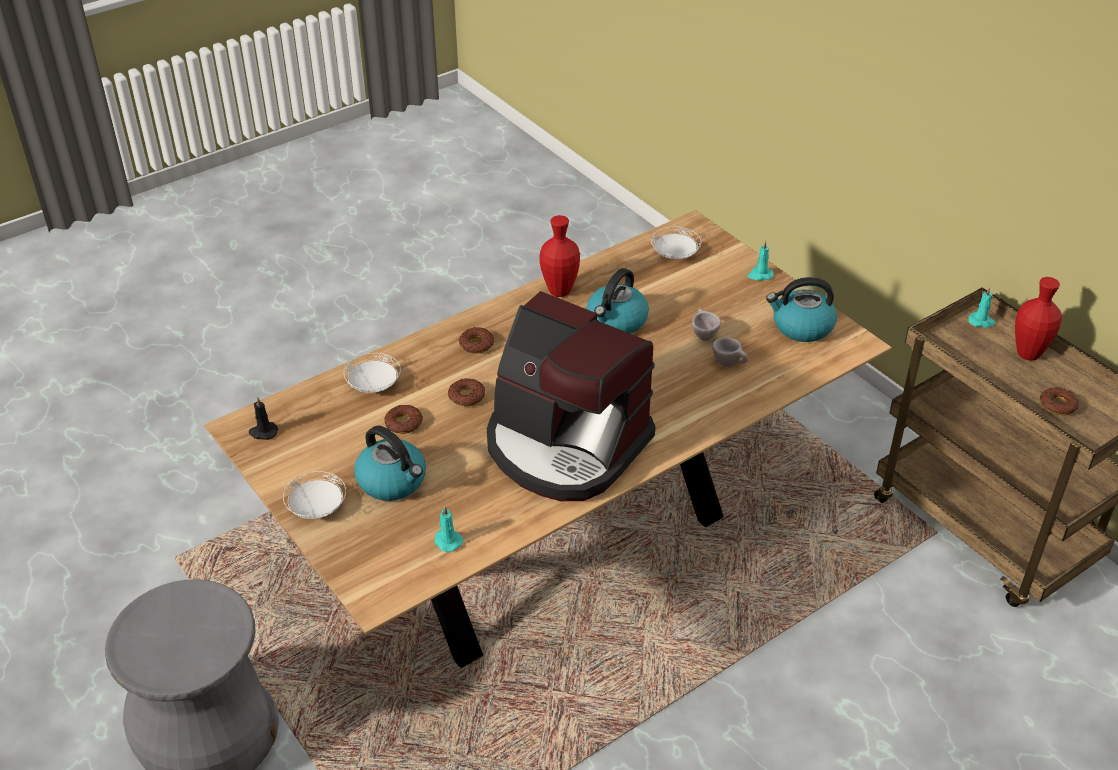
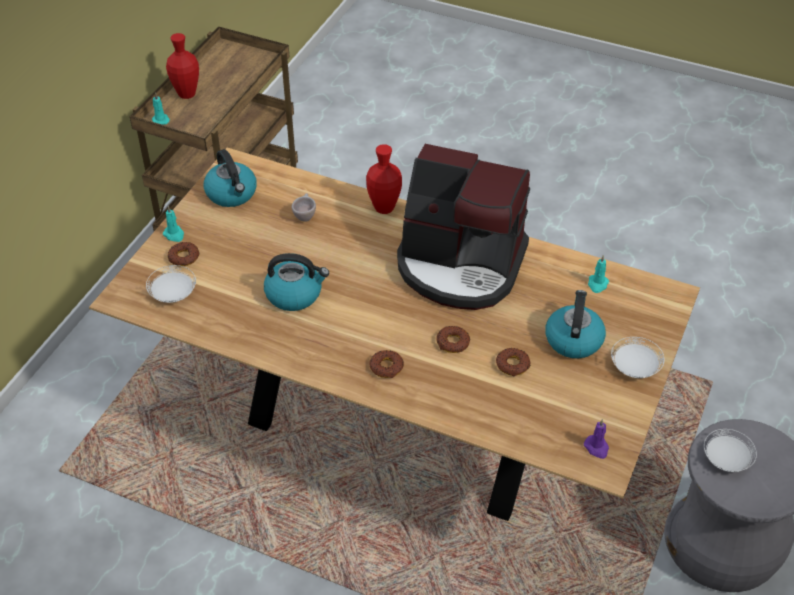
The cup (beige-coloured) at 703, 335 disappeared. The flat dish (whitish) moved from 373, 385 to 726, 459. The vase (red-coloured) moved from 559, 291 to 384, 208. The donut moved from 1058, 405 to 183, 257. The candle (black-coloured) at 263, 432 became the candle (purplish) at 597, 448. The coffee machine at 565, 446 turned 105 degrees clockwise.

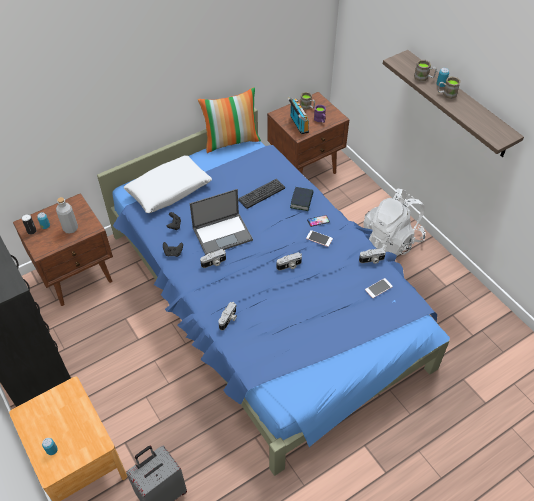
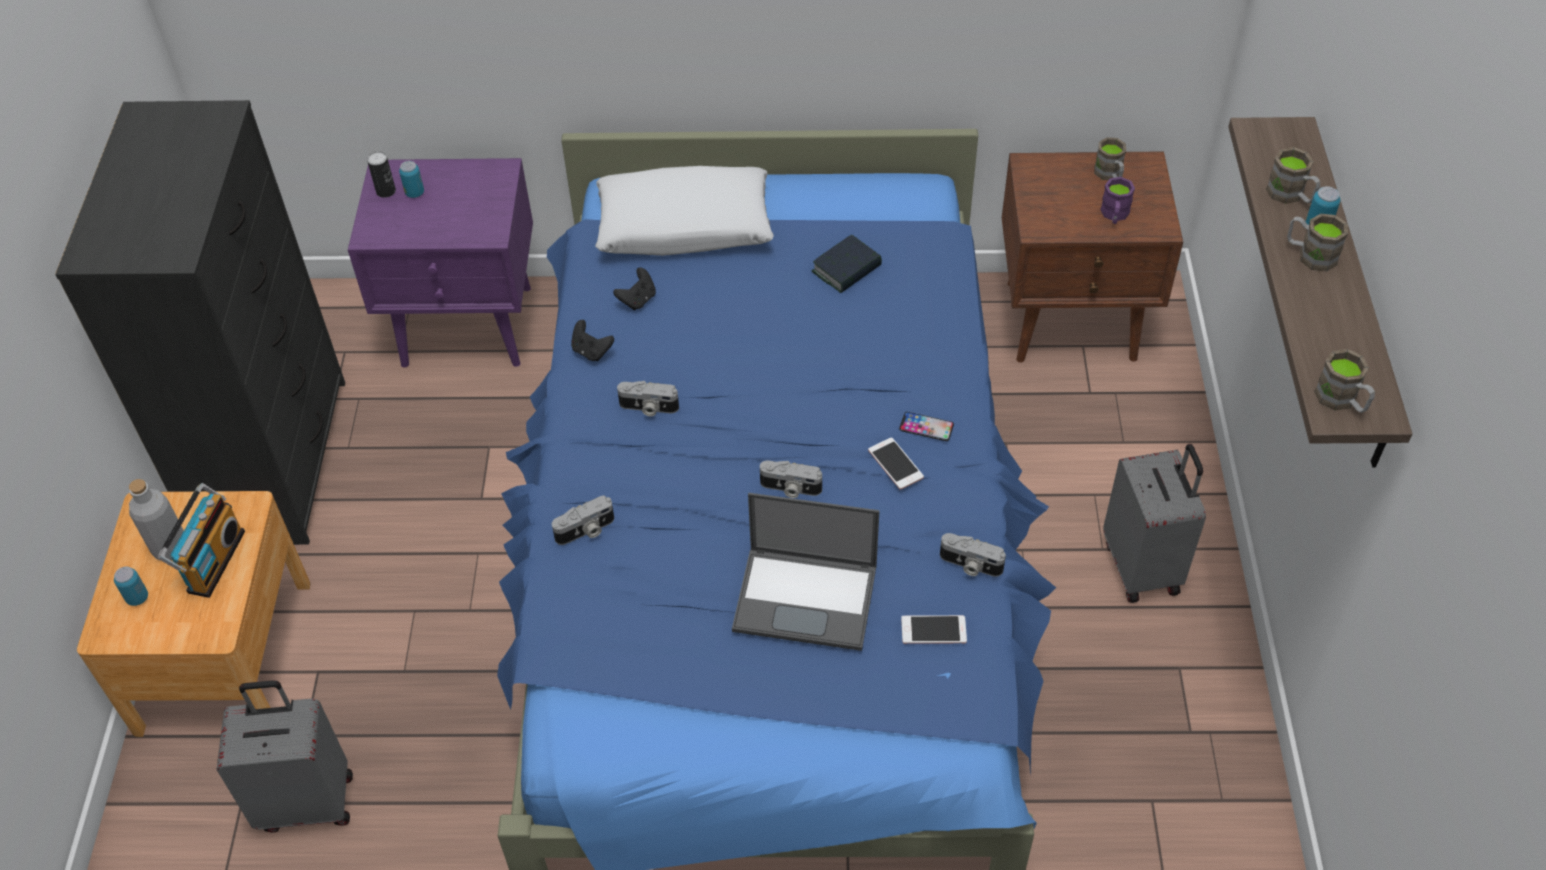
The pillow at 231, 141 disappeared. The computer keyboard at 261, 194 disappeared. The coffee mug (brown-coloured) at 1342, 401 appeared. The bottle (gray) moved from 70, 228 to 170, 548. The notebook computer moved from 223, 233 to 807, 598. The radio moved from 298, 124 to 212, 561. The bound book moved from 301, 201 to 846, 269. The rucksack (whitish) at 391, 240 was replaced by the travel case (gray) at 1143, 566. The nightstand (brown-coloured) at 78, 276 became the nightstand (purplish) at 469, 326.

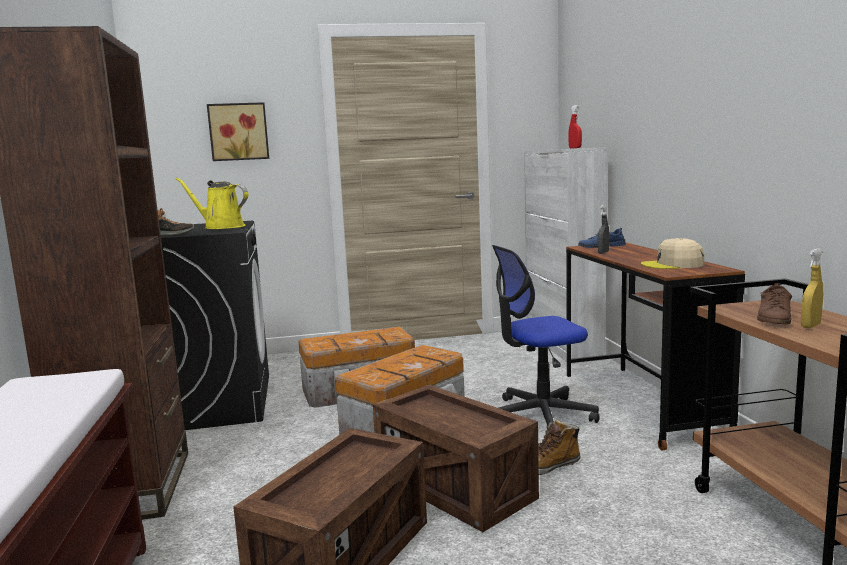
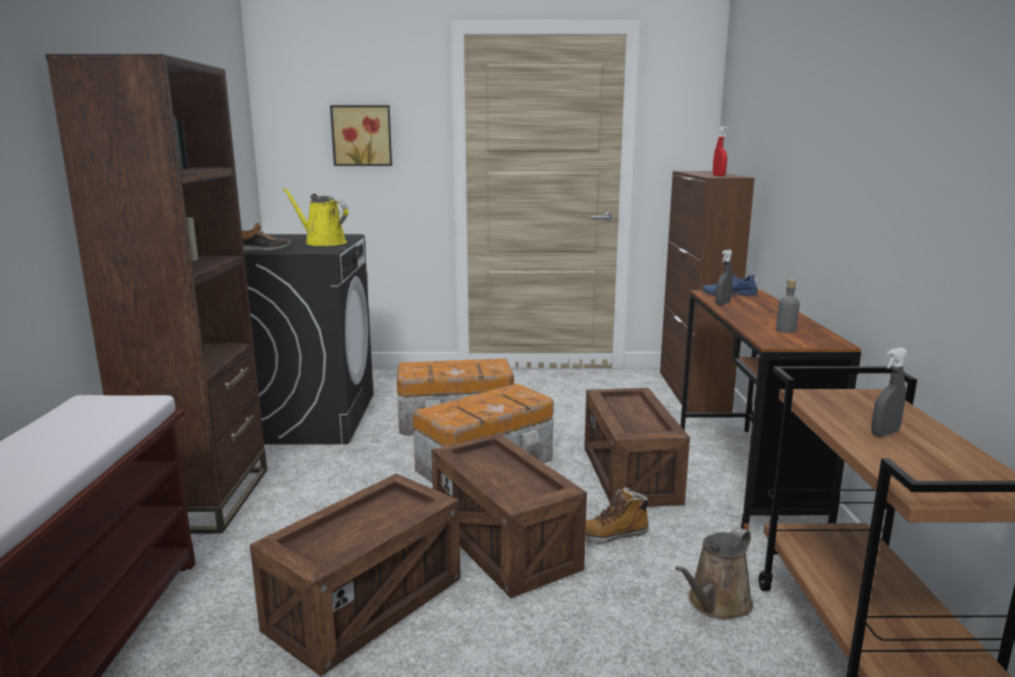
The shoe (brown-coloured) at 774, 318 disappeared. The sprinkling can (brown-coloured) at 716, 604 appeared. The office chair at 540, 416 was replaced by the packing crate at 629, 475. The peaked cap (beige-coloured) at 673, 265 was replaced by the bottle (gray) at 786, 330. The storage cabinet (whitish) at 562, 345 became the storage cabinet (brown-coloured) at 692, 392. The sprayer (yellowish) at 810, 326 became the sprayer (gray) at 884, 434.

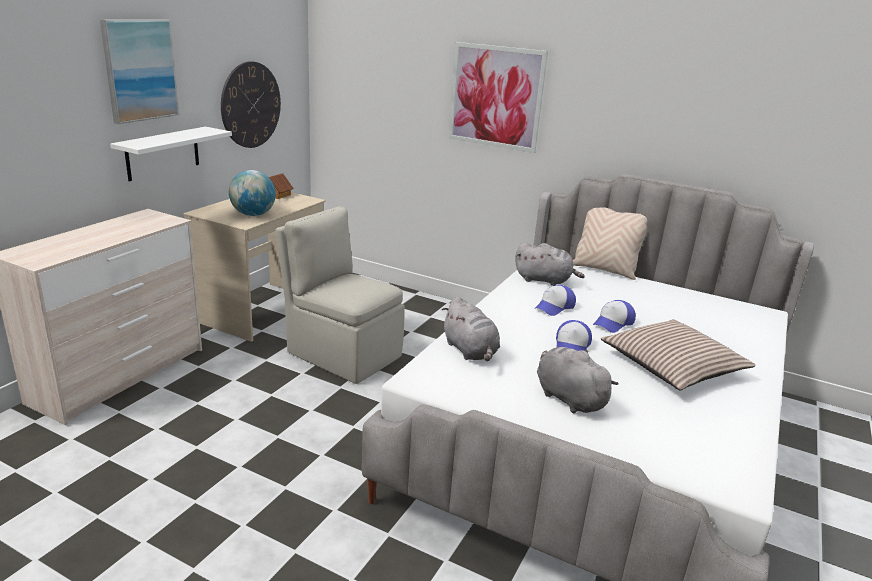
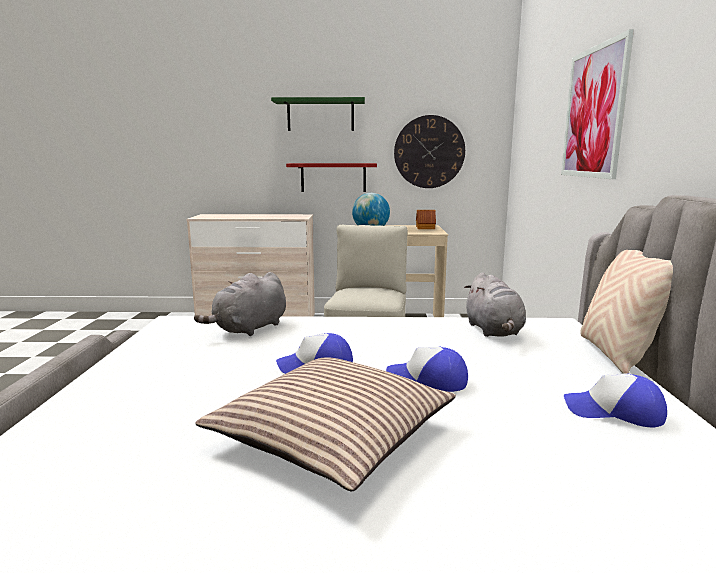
The soft toy (gray) at 567, 398 disappeared. The peaked cap moved from 554, 307 to 614, 412. The wall picture at 140, 70 was replaced by the shelf (green) at 320, 115. The shelf (whitish) at 163, 153 became the shelf (red-coloured) at 333, 177.

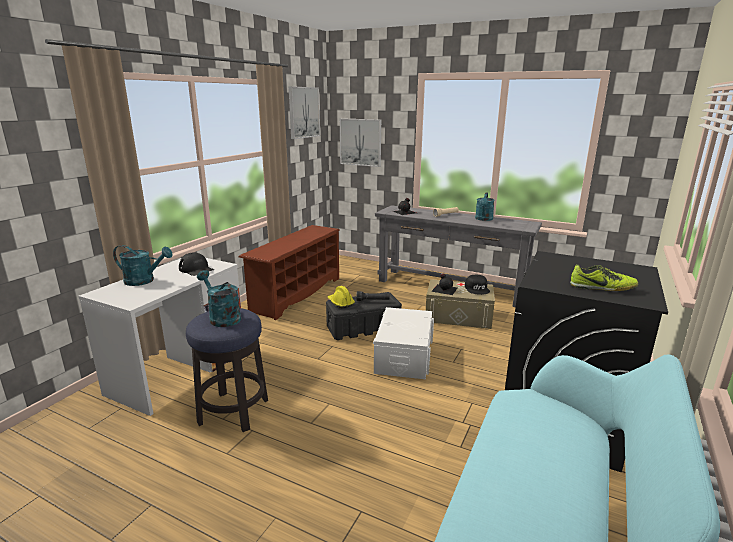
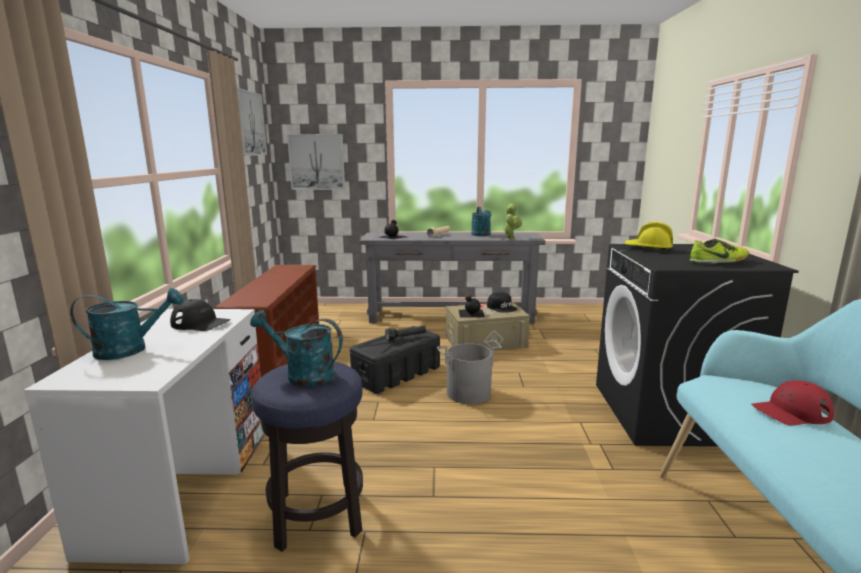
The plant in a pot at 511, 239 appeared. The peaked cap (red-coloured) at 791, 412 appeared. The hard hat (yellowish) moved from 340, 303 to 648, 249. The storage box (whitish) at 403, 355 was replaced by the bucket (gray) at 468, 392.

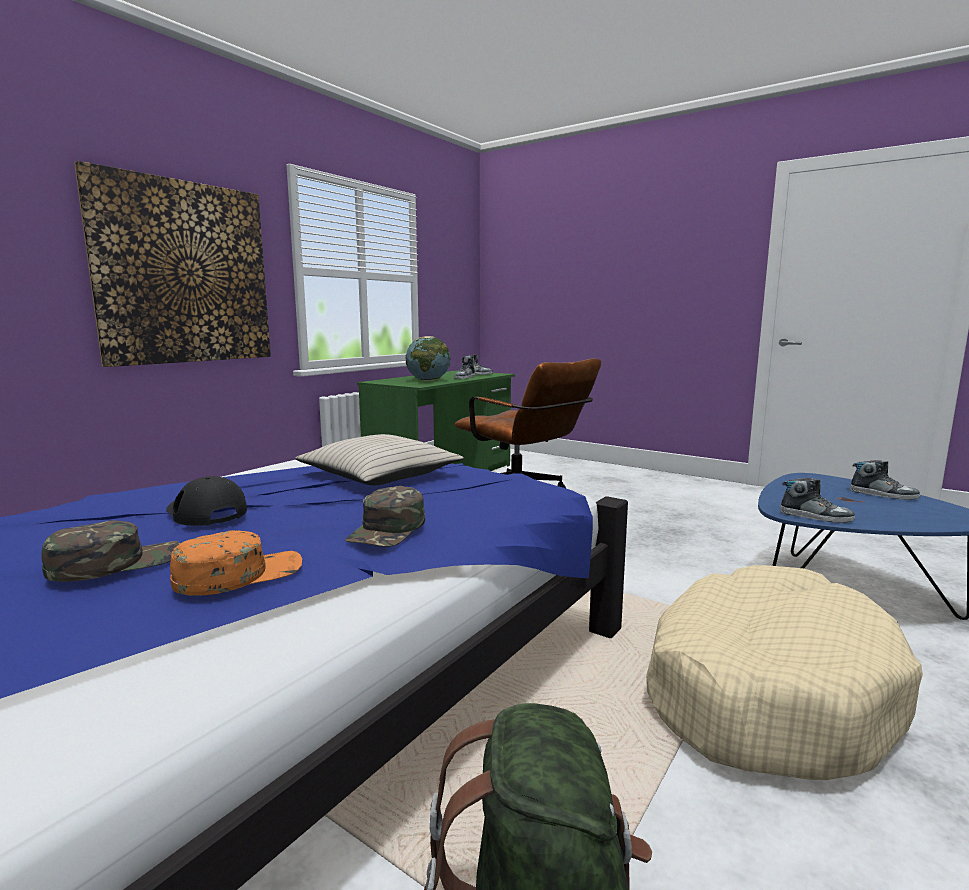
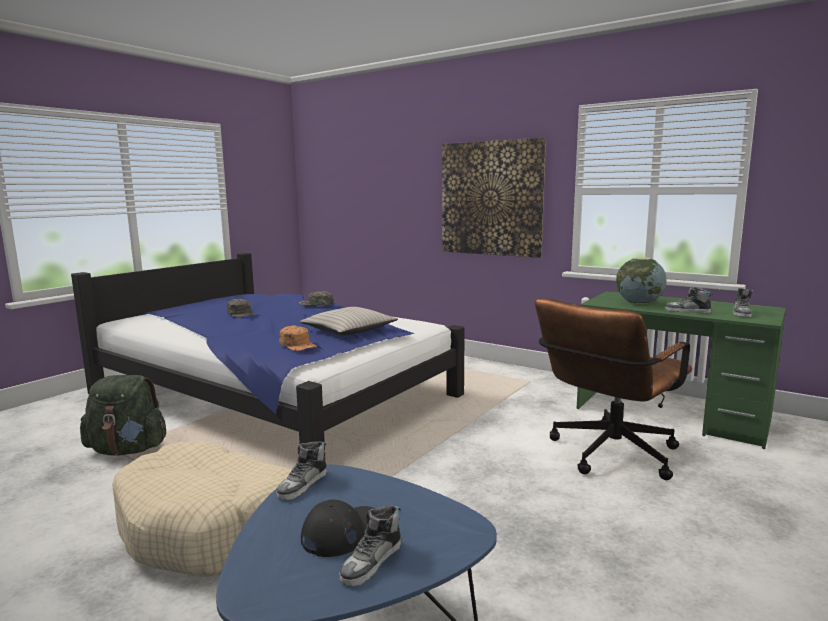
The peaked cap (black-coloured) moved from 205, 512 to 342, 532. The peaked cap (orangey) moved from 239, 574 to 298, 345. The peaked cap (green) moved from 388, 530 to 316, 304.

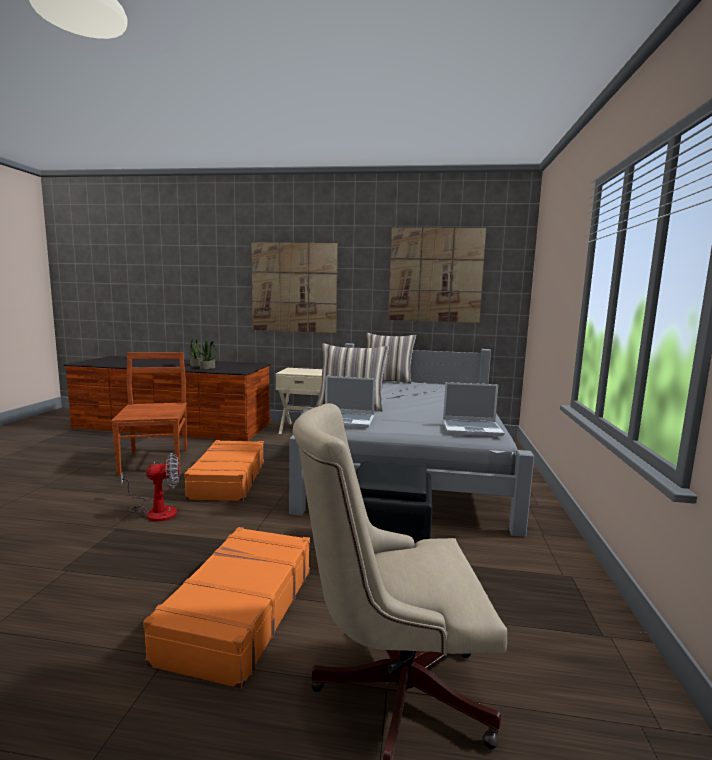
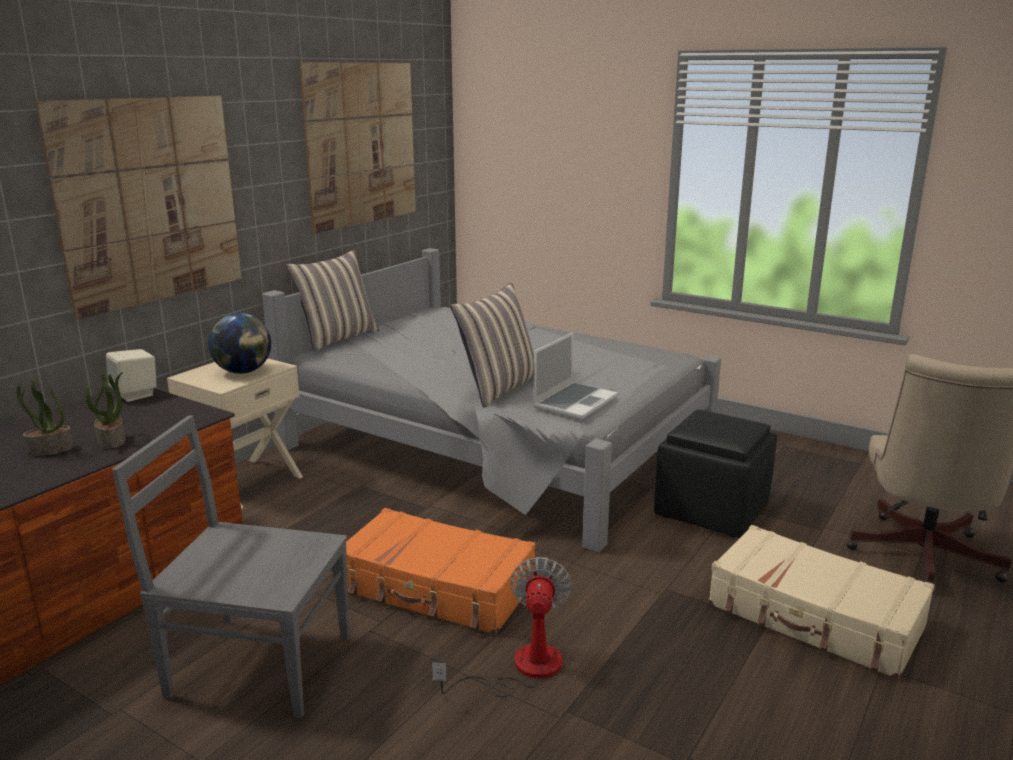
The notebook computer at 472, 429 disappeared. The loudspeaker (beige-coloured) at 135, 394 appeared. The globe at 243, 372 appeared. The chair (brown-coloured) at 155, 461 became the chair (gray) at 256, 664. The travel case (orangey) at 238, 613 became the travel case (beige-coloured) at 814, 617.

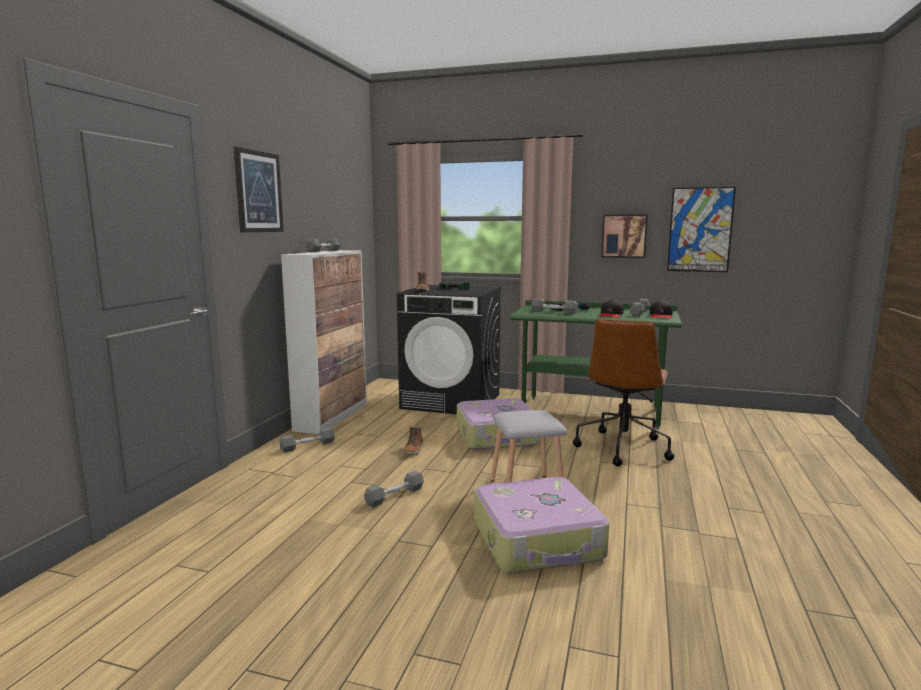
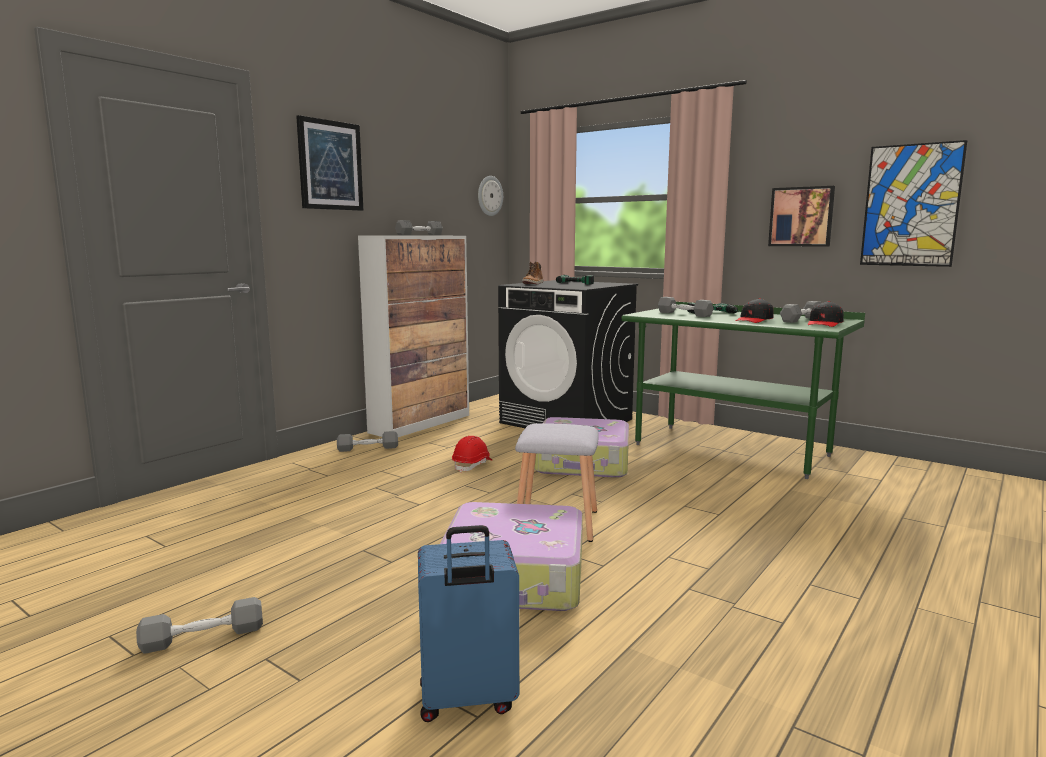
The office chair (brown-coloured) at 622, 447 disappeared. The travel case (bluish) at 467, 700 appeared. The wall clock at 489, 196 appeared. The hand weight (gray) moved from 395, 496 to 203, 637. The tall boot at 414, 450 was replaced by the hard hat (red-coloured) at 472, 465.

